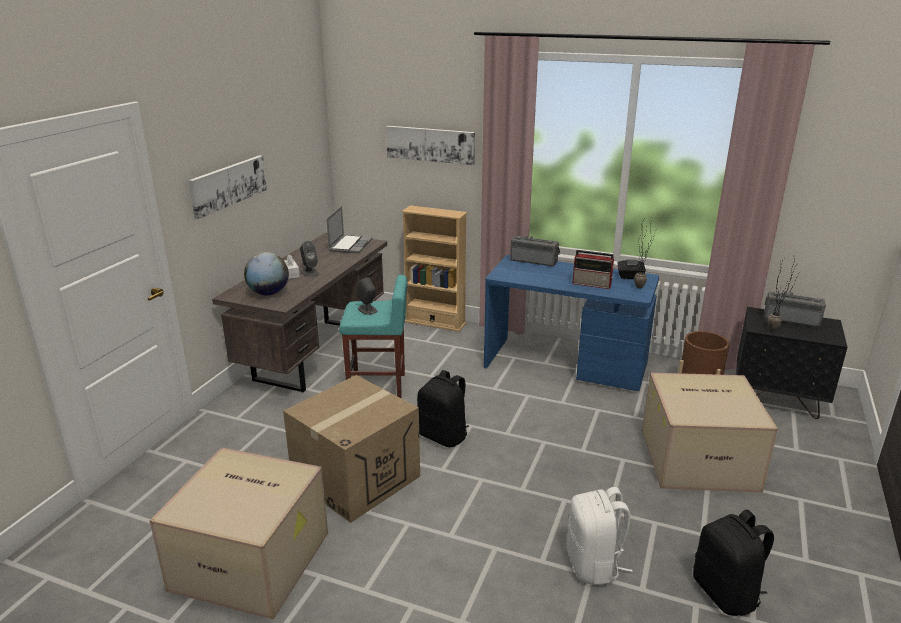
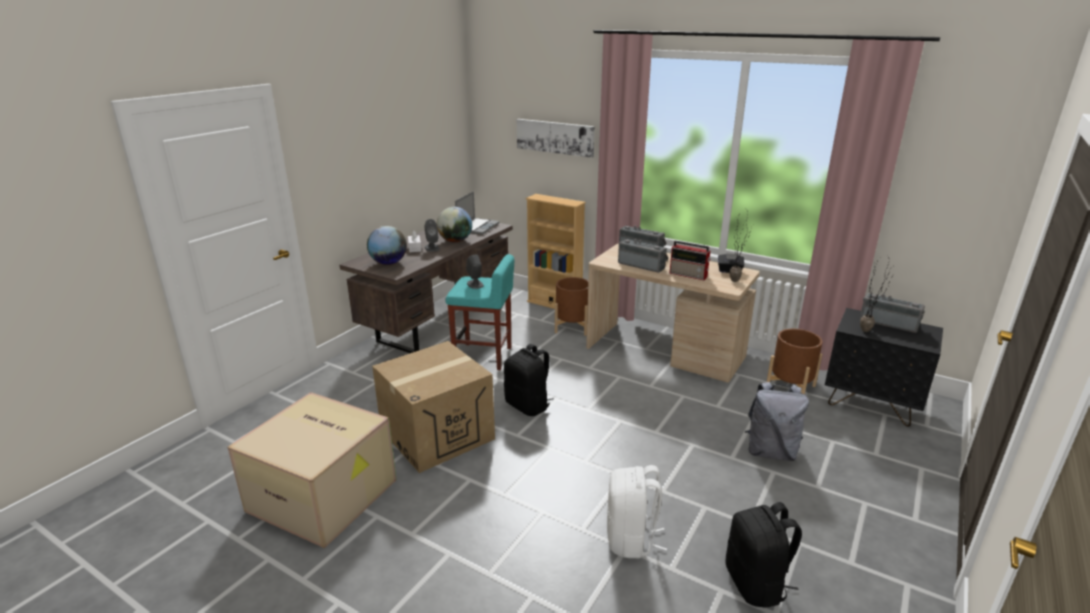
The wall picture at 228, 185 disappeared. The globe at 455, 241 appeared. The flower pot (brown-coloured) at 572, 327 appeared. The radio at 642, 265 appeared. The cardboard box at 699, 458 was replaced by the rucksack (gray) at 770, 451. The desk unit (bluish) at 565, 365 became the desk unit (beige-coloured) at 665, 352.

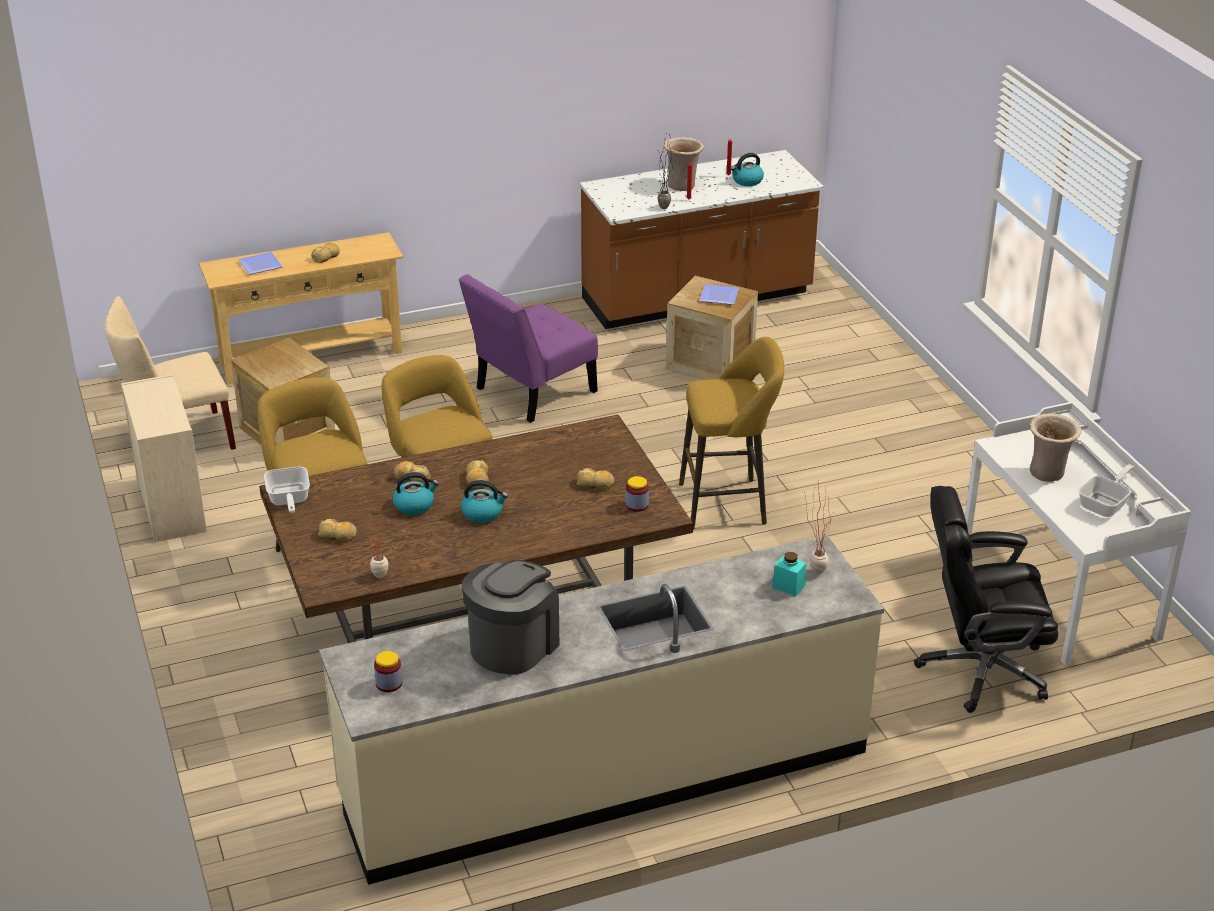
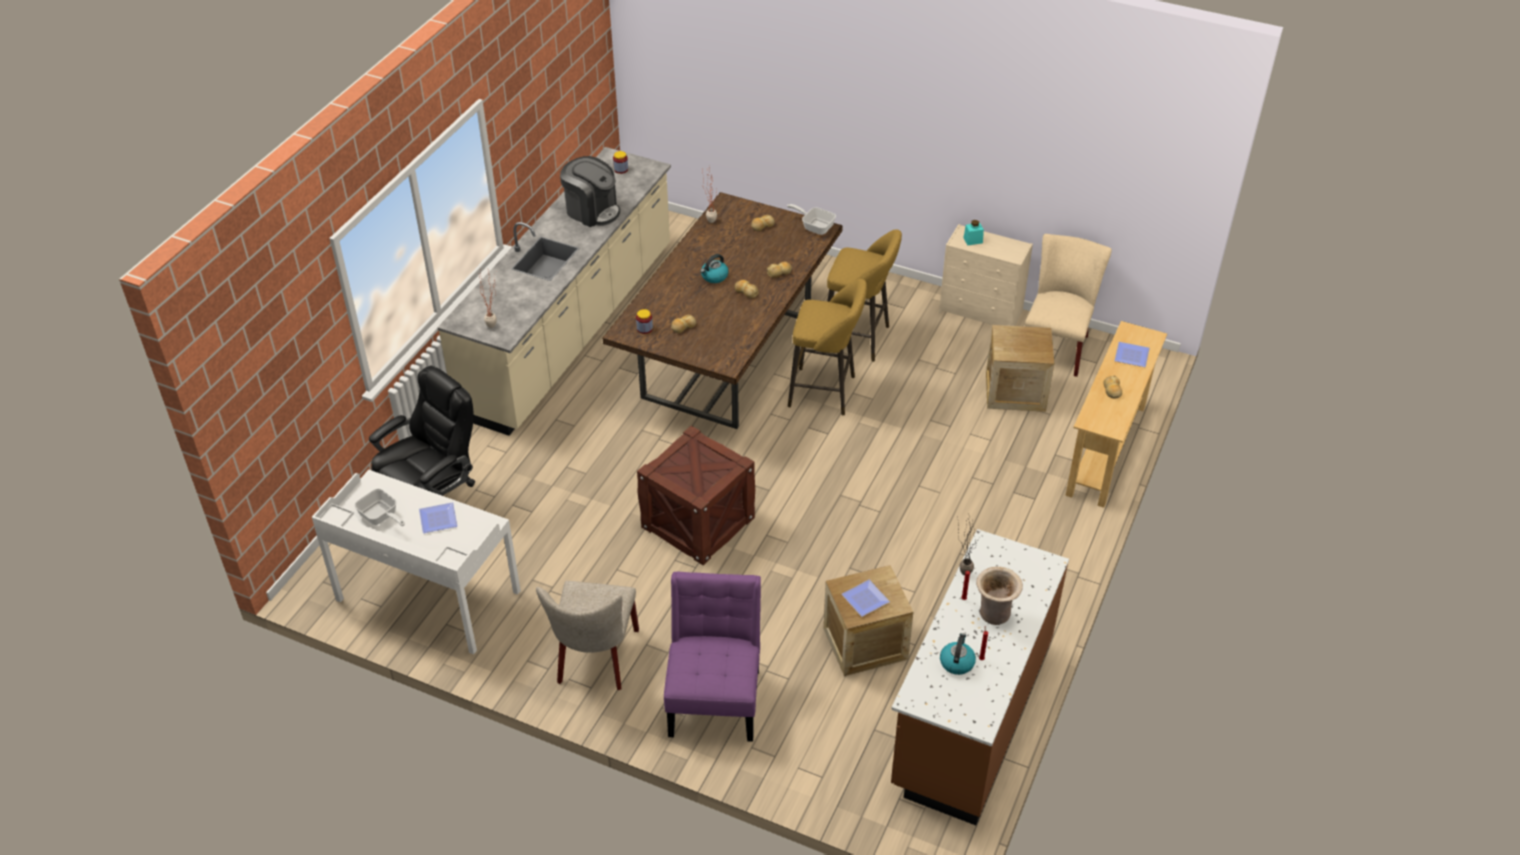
The tea kettle at 414, 505 disappeared. The chair (beige-coloured) at 595, 660 appeared. The chair (purplish) moved from 530, 392 to 715, 697. The preserve jar (turquoise) moved from 788, 586 to 973, 240. The sitting stool (yellowish) at 728, 503 was replaced by the packing crate at 698, 522. The vase (beige-coloured) at 1048, 473 was replaced by the flat dish at 437, 520. The coffee machine at 513, 645 turned 45 degrees counterclockwise. The skillet at 1106, 504 turned 45 degrees counterclockwise.

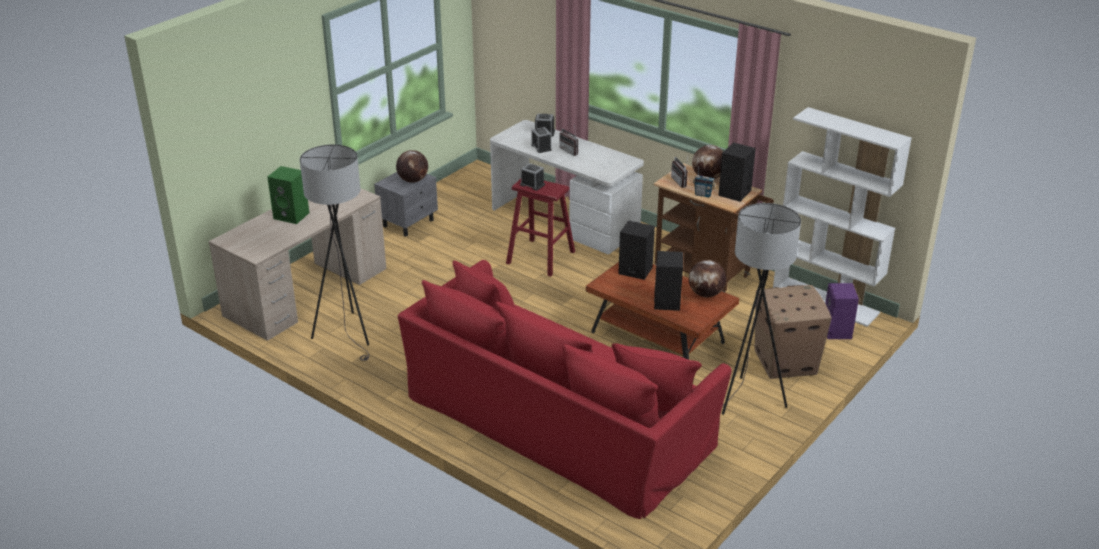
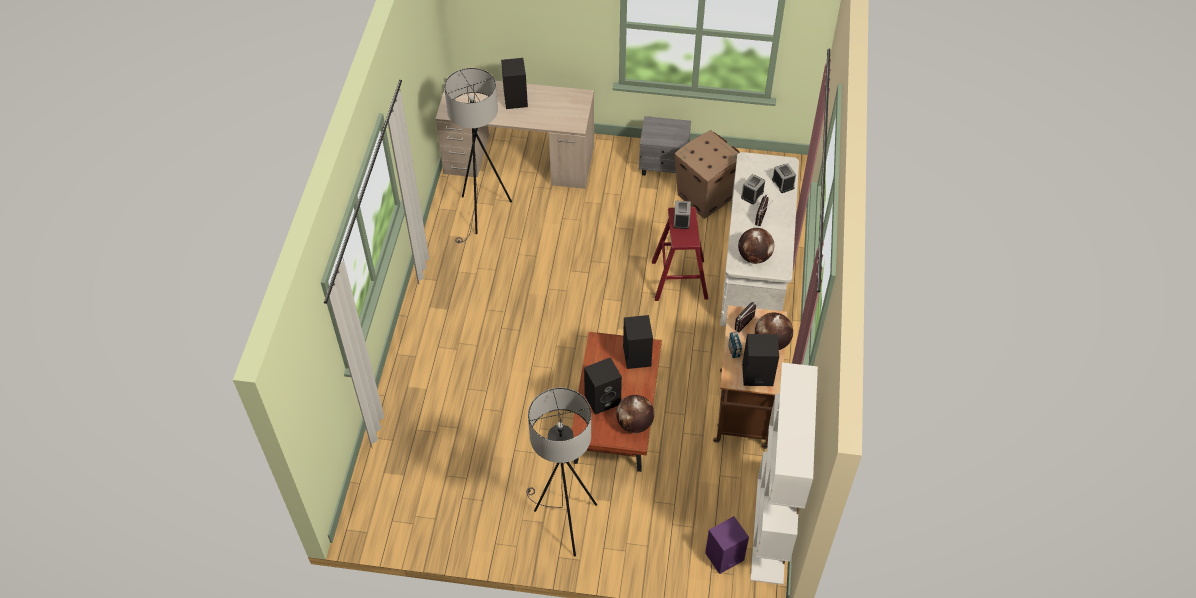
The sofa (red-coloured) at 558, 419 disappeared. The globe moved from 413, 180 to 754, 257. The cardboard box moved from 784, 362 to 705, 196. The loudspeaker (green) at 292, 215 became the loudspeaker (black-coloured) at 516, 100.

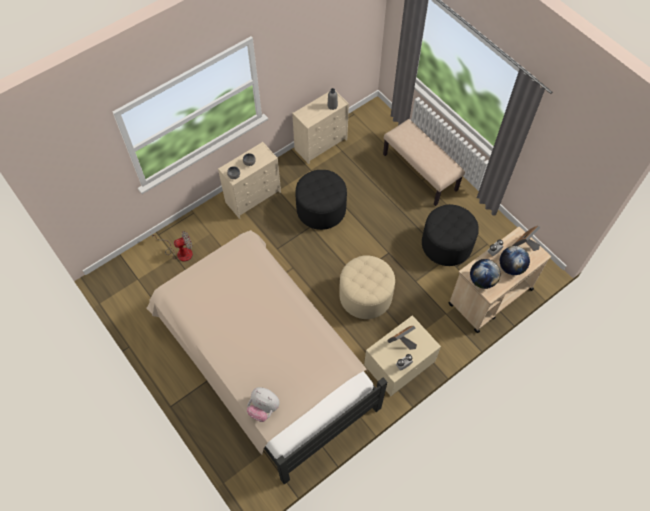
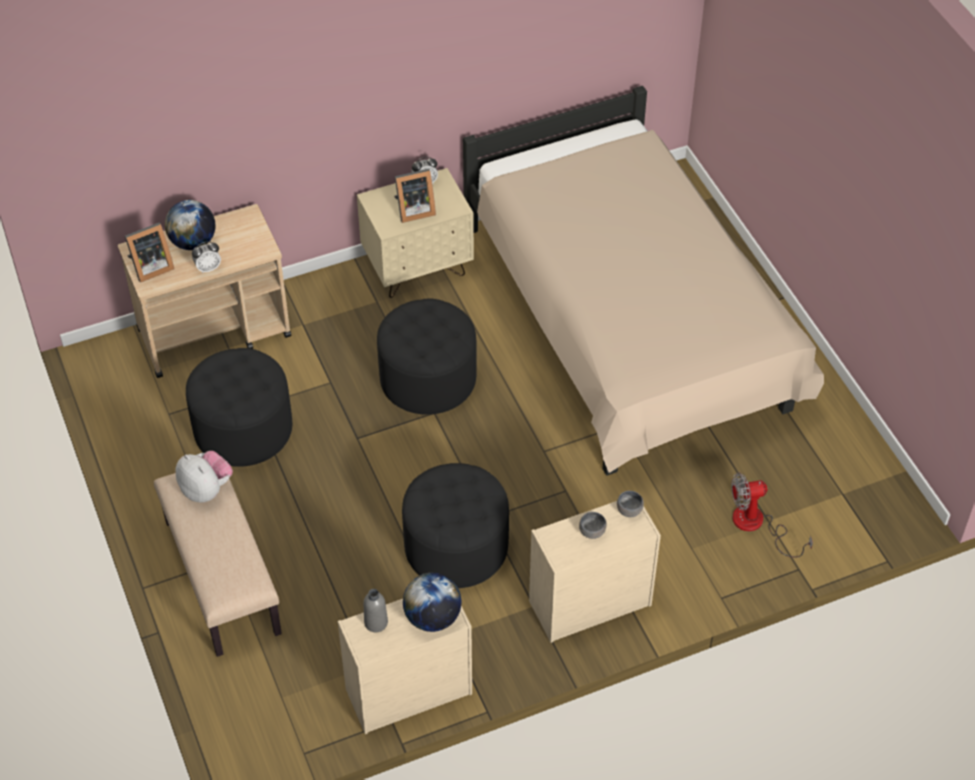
The soft toy moved from 263, 408 to 206, 489. The globe moved from 482, 280 to 432, 617. The pouffe (beige-coloured) at 365, 295 became the pouffe (black-coloured) at 428, 378.

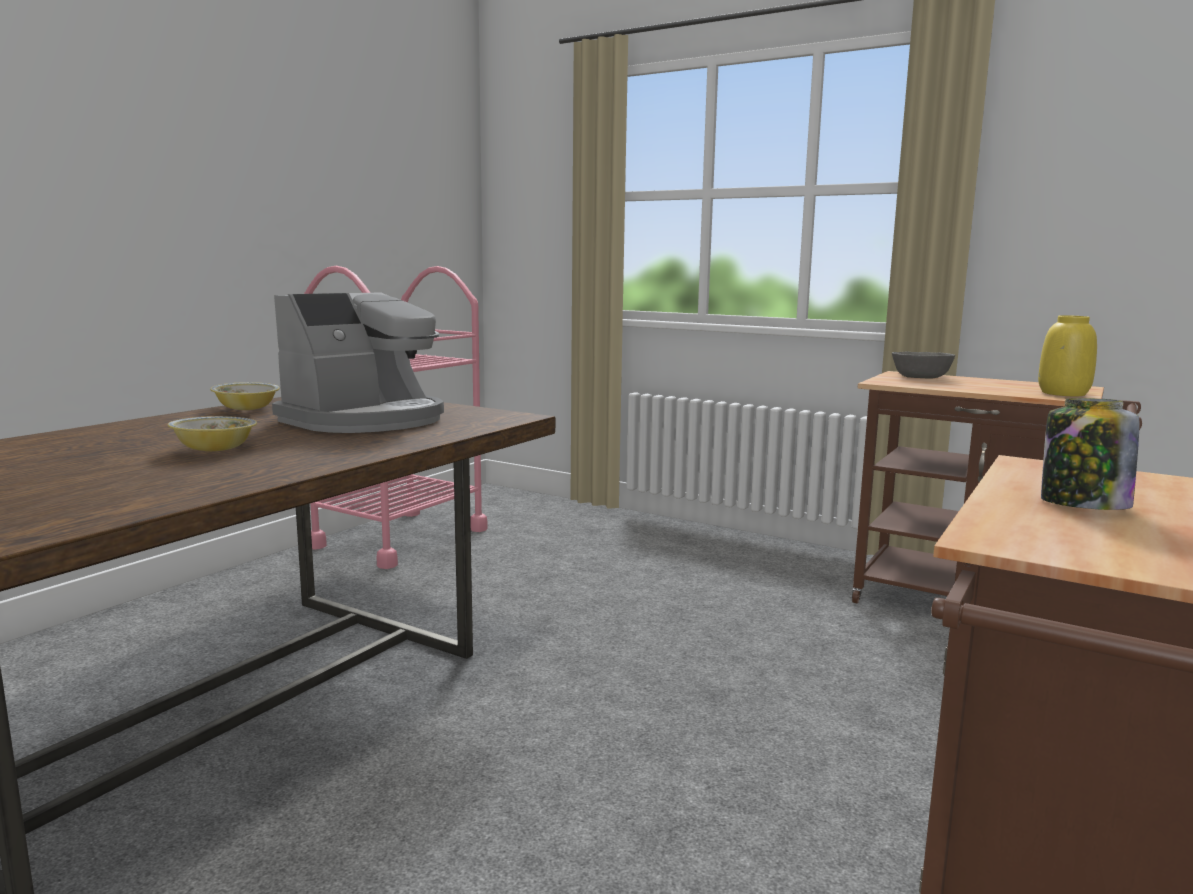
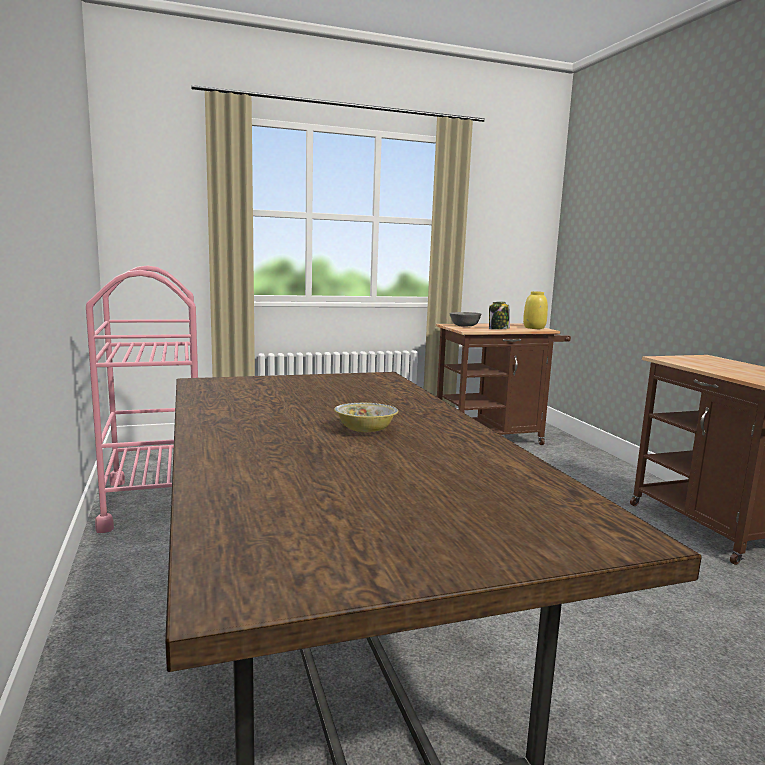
The bowl at 247, 409 disappeared. The coffee machine at 366, 420 disappeared. The preserve jar moved from 1082, 505 to 498, 329.

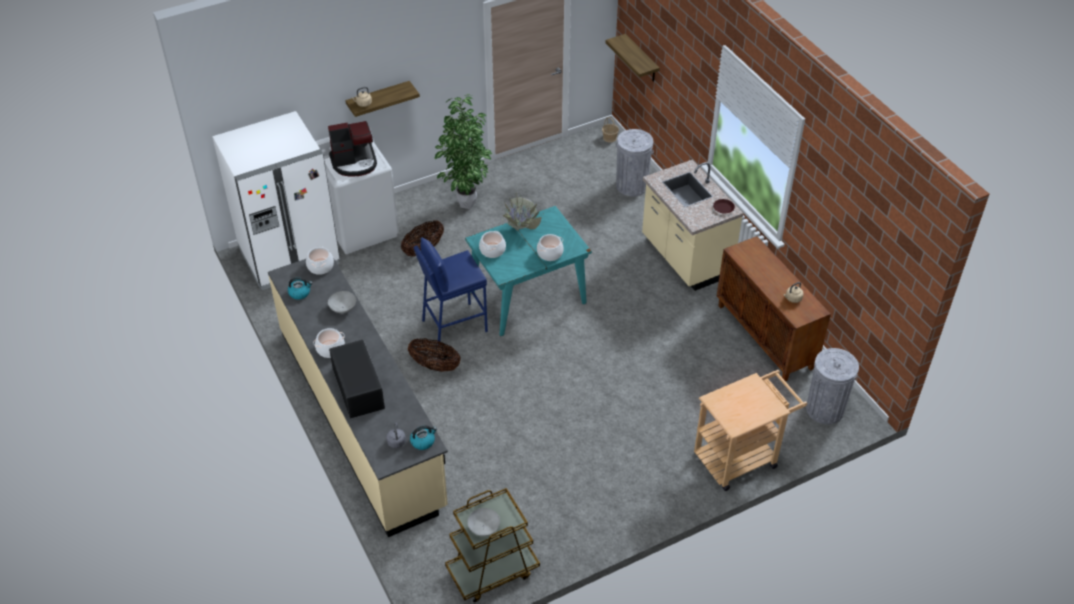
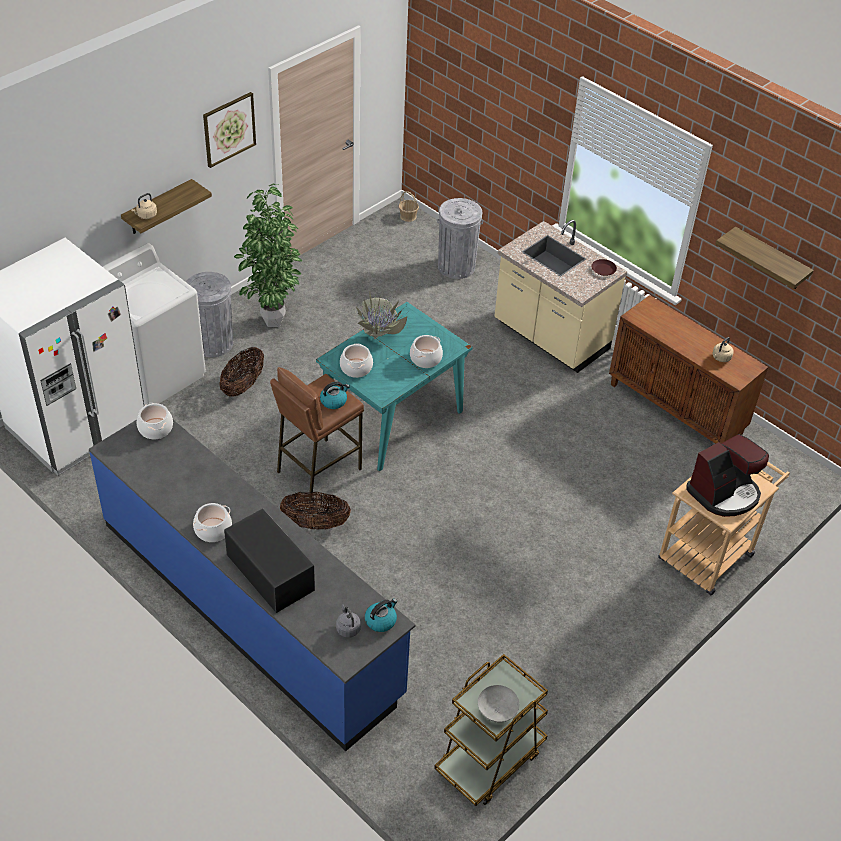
The bowl (gray) at 343, 308 disappeared. The wall picture at 229, 129 appeared. The tea kettle moved from 300, 293 to 334, 401. The coffee machine moved from 354, 163 to 724, 493. The shelf moved from 641, 59 to 770, 259. The rubbish bin (gray) moved from 824, 409 to 213, 343. The kitchen counter (beige-coloured) at 361, 416 became the kitchen counter (bluish) at 250, 607. The sitting stool (bluish) at 454, 325 became the sitting stool (brown-coloured) at 318, 470.

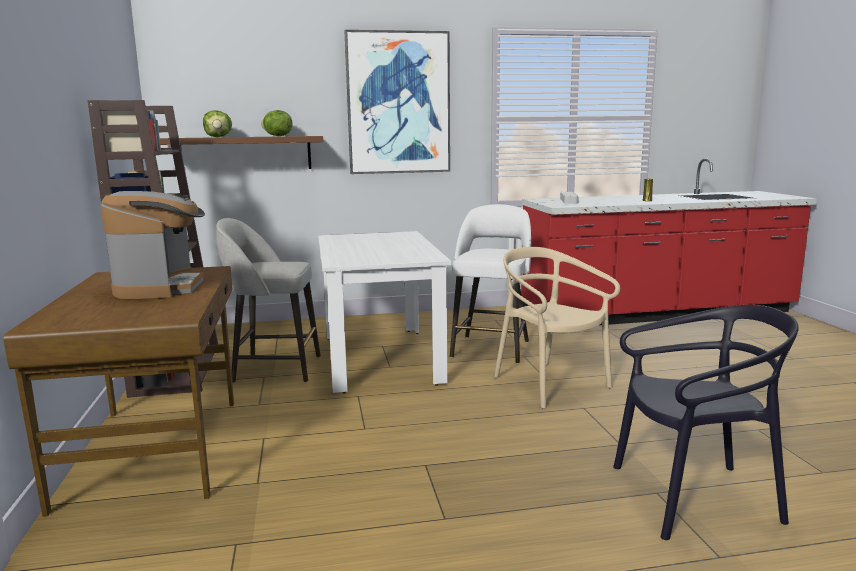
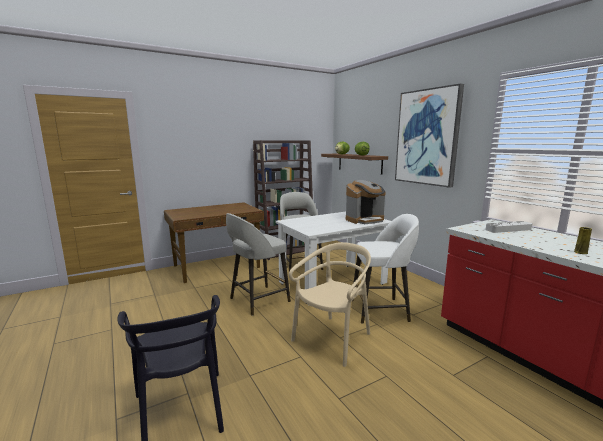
The sitting stool (gray) at 258, 300 appeared. The coffee machine moved from 161, 288 to 365, 220.

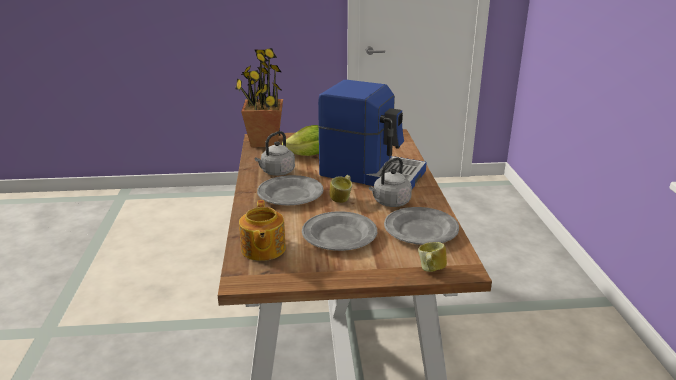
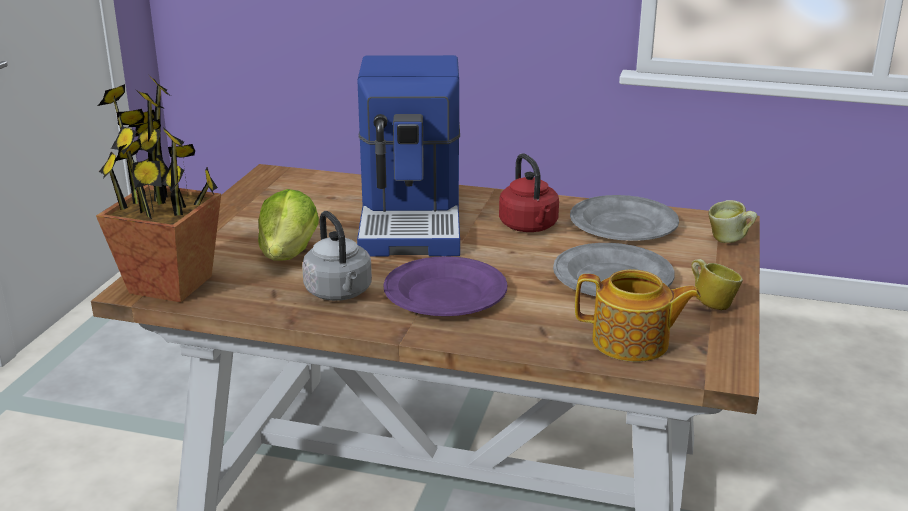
The coffee mug moved from 342, 199 to 711, 303. The flat dish (gray) at 290, 194 became the flat dish (purplish) at 446, 294. The tea kettle (gray) at 390, 203 became the tea kettle (red-coloured) at 529, 227. The coffee machine at 372, 172 turned 135 degrees clockwise.

